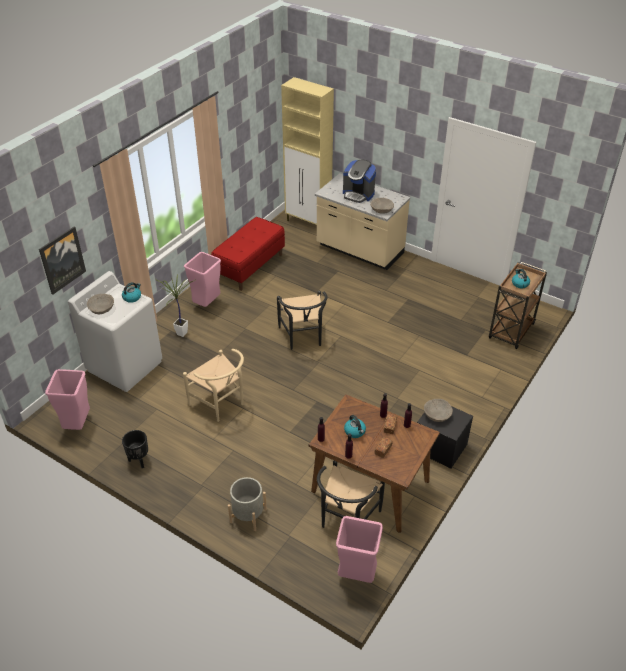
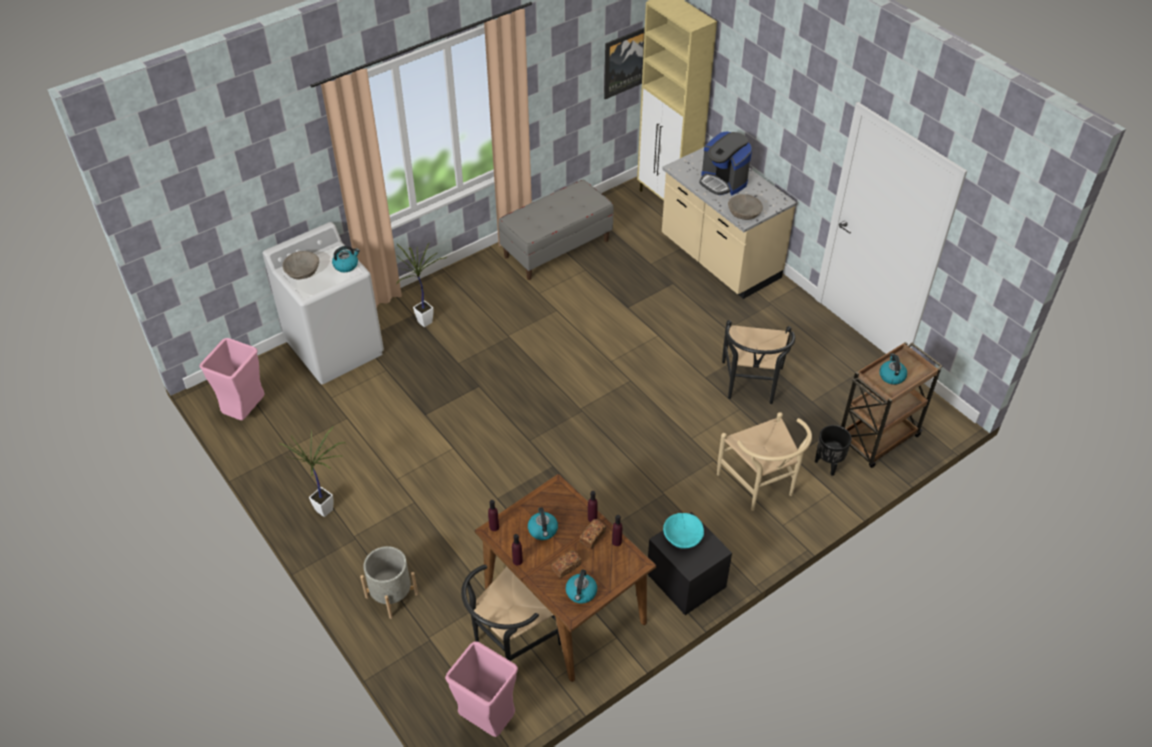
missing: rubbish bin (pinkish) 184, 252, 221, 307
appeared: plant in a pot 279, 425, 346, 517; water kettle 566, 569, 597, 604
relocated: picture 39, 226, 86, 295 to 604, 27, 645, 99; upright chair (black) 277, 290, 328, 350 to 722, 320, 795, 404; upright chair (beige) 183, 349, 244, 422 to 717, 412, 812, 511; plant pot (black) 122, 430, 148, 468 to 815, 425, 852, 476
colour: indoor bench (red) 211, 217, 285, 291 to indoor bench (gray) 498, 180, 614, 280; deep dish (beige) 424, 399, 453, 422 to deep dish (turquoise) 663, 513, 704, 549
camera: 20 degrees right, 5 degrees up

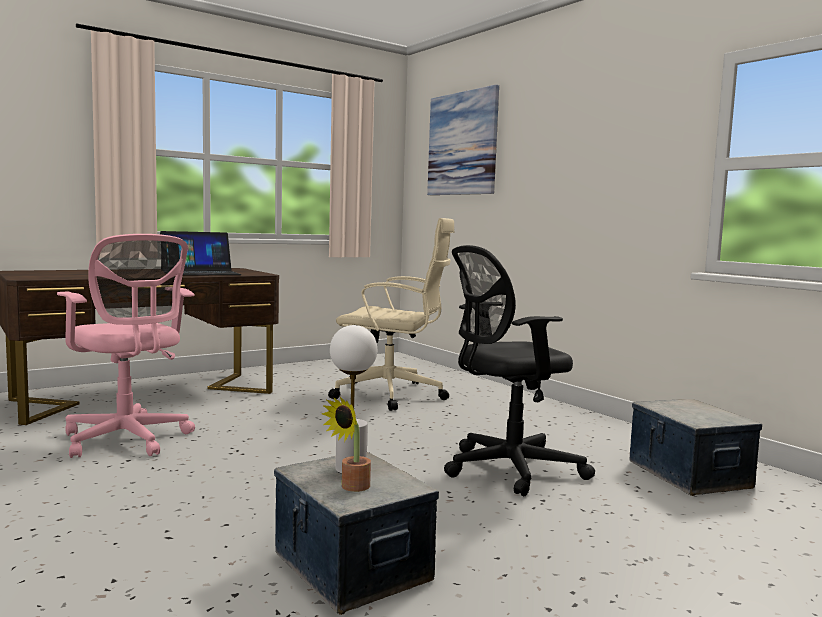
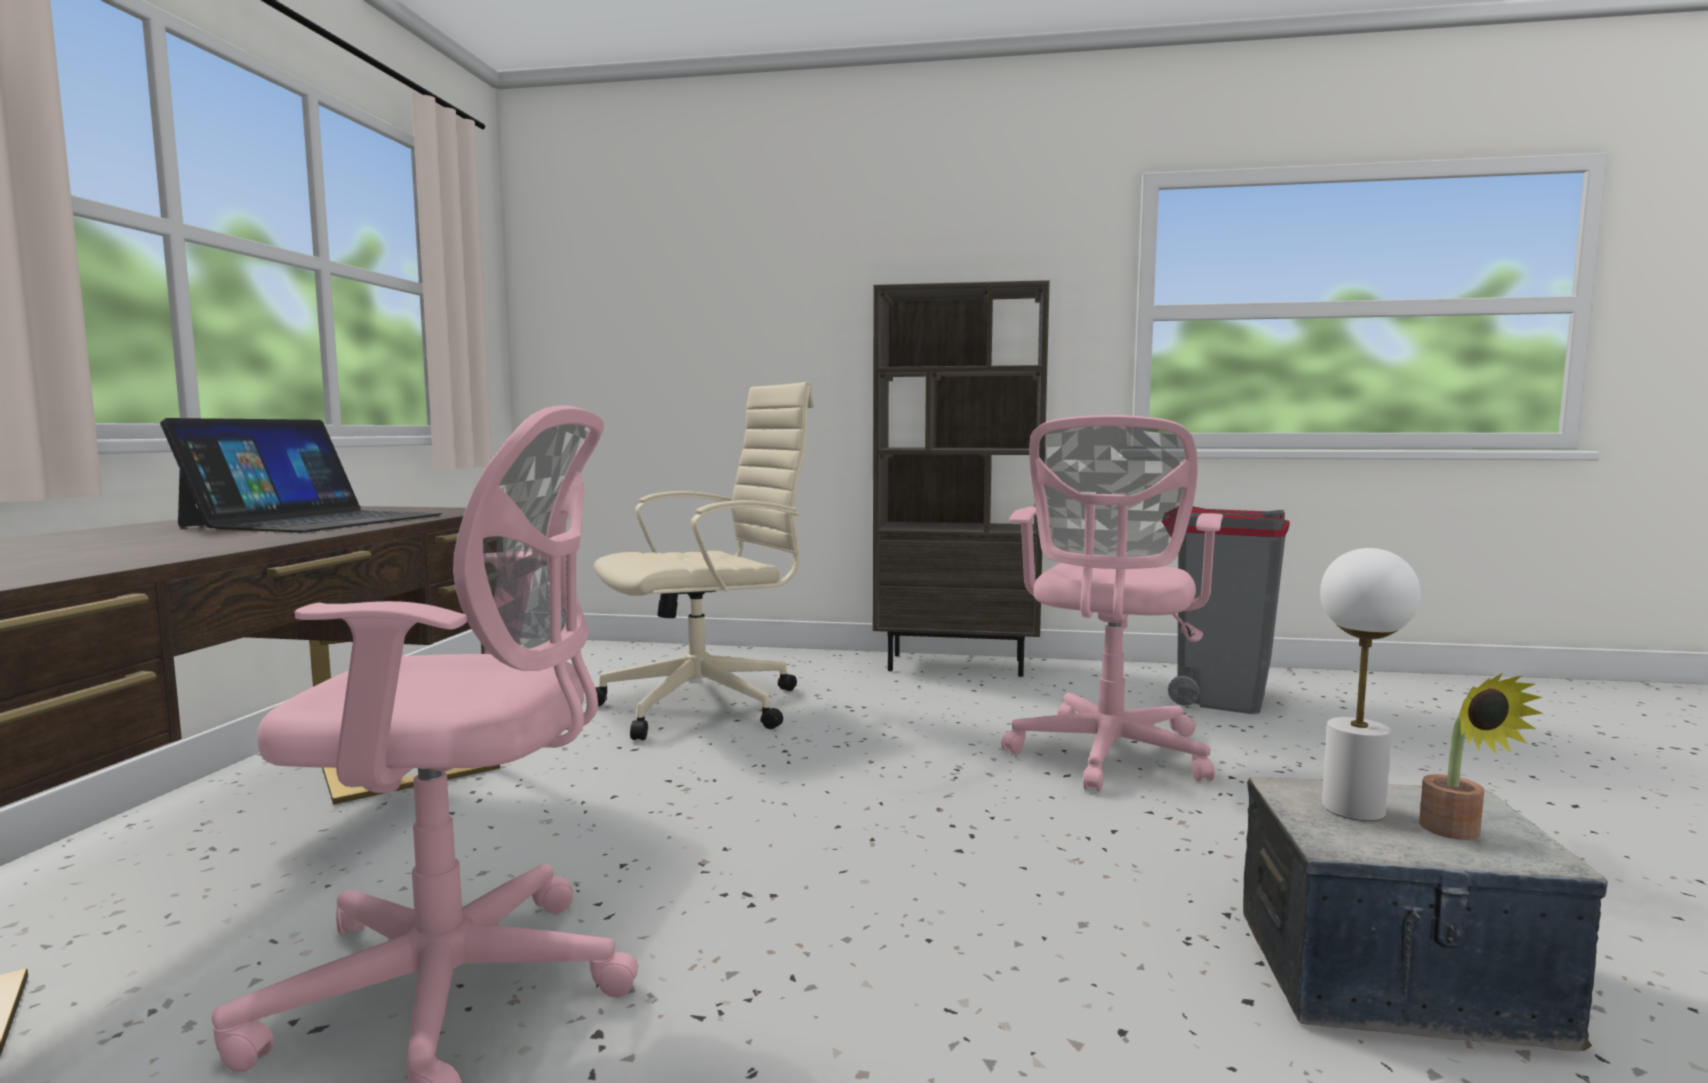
missing: picture 427, 85, 499, 195
appeared: shelving unit (brown-coloured) 873, 280, 1050, 677
exchanged: storage box 630, 399, 762, 496 to rubbish bin (gray) 1162, 507, 1290, 714
colour: office chair (black) 444, 245, 595, 496 to office chair (pinkish) 1002, 415, 1223, 792
camera: 45 degrees left, 0 degrees up

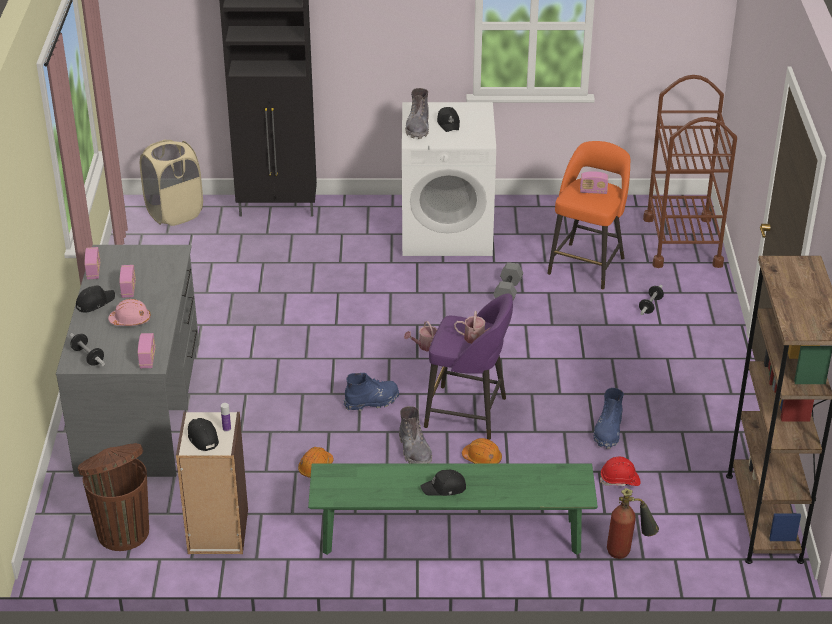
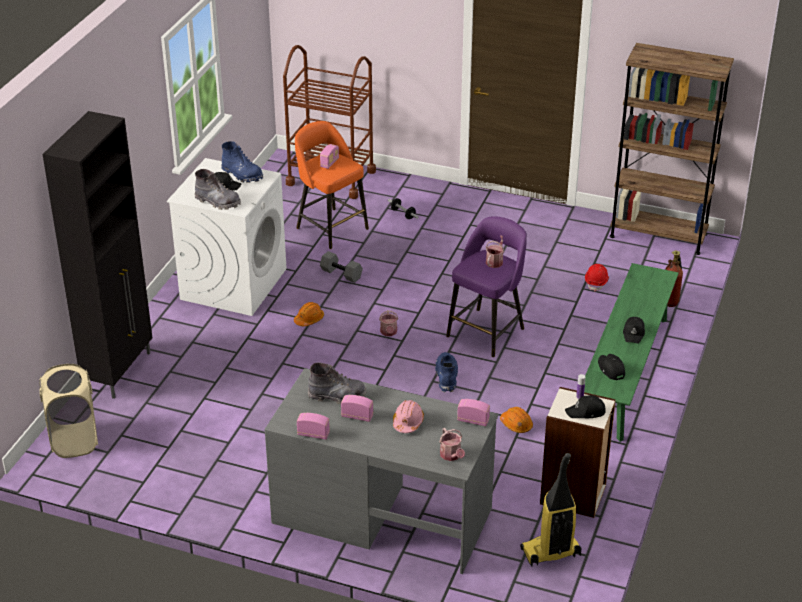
relocated: baseball cap (black) 76, 285, 115, 312 to 598, 354, 625, 380; boot (blue-coloured) 593, 388, 624, 449 to 221, 141, 263, 183; boot (gray) 399, 406, 432, 464 to 308, 362, 366, 404; hard hat (orange) 462, 438, 502, 464 to 294, 302, 324, 326
exchanged: dumbbell 70, 333, 105, 366 to watering pot 439, 428, 465, 461; rubbish bin (brown-coloured) 78, 443, 149, 551 to vacuum cleaner 520, 453, 581, 567
camera: 70 degrees left, 0 degrees up

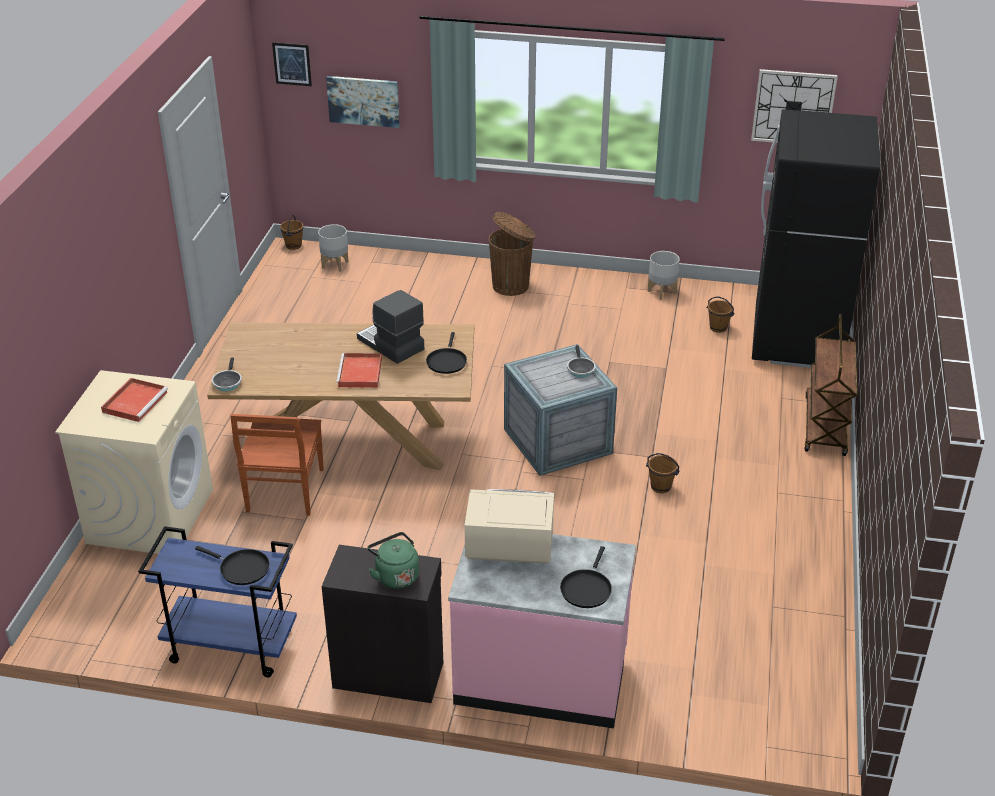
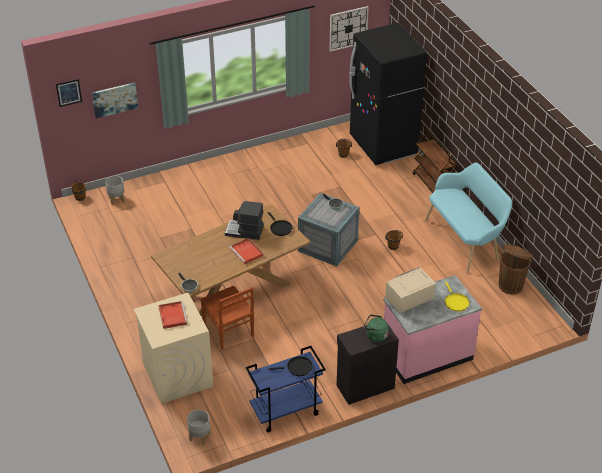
appeared: indoor bench (turquoise) 425, 162, 512, 274
relocated: rubbish bin (brown-coloured) 489, 212, 535, 296 to 499, 244, 533, 294; plant pot (gray) 647, 251, 680, 300 to 187, 410, 210, 445
colour: pan (black) 560, 546, 612, 608 to pan (yellowish) 445, 282, 469, 311
camera: 35 degrees left, 5 degrees up

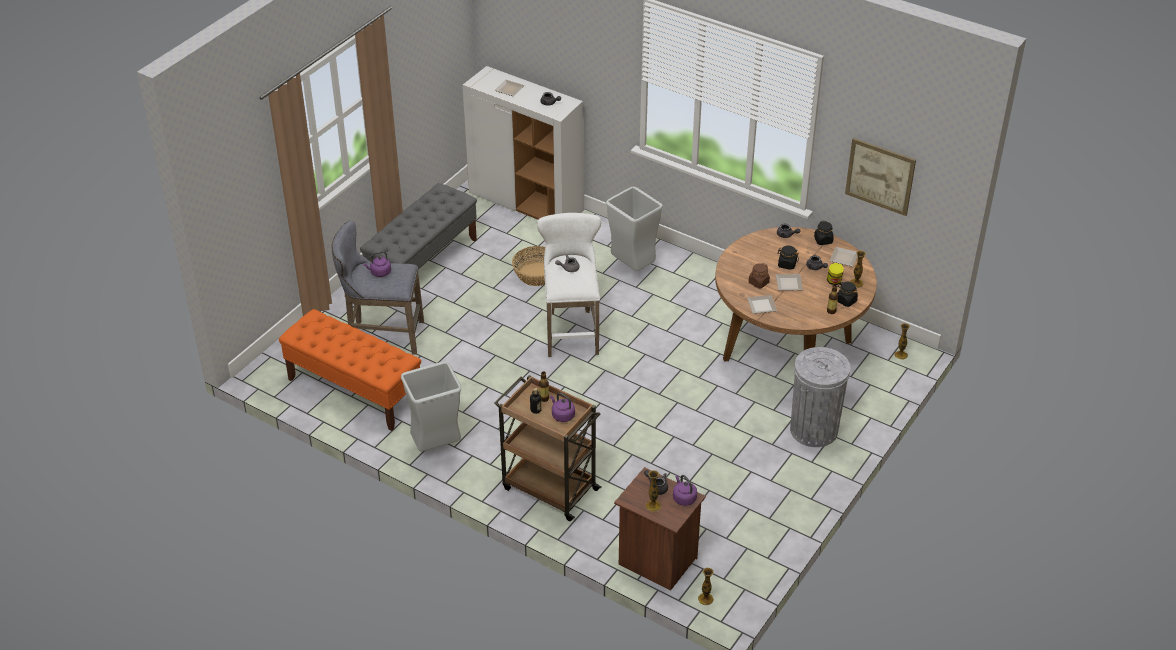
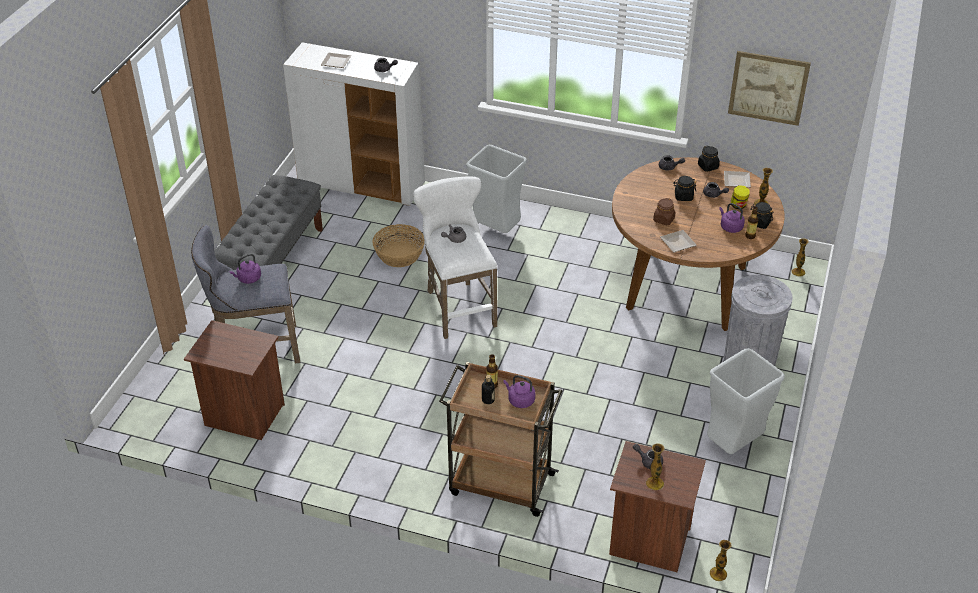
missing: dinner plate 776, 274, 803, 291
relocated: rubbish bin (gray) 401, 361, 461, 451 to 707, 348, 785, 454; water kettle (purplish) 673, 475, 697, 506 to 719, 203, 745, 233
exchanged: indoor bench (orange) 279, 309, 421, 431 to night table (brown-coloured) 184, 320, 285, 440
camera: 15 degrees left, 0 degrees up

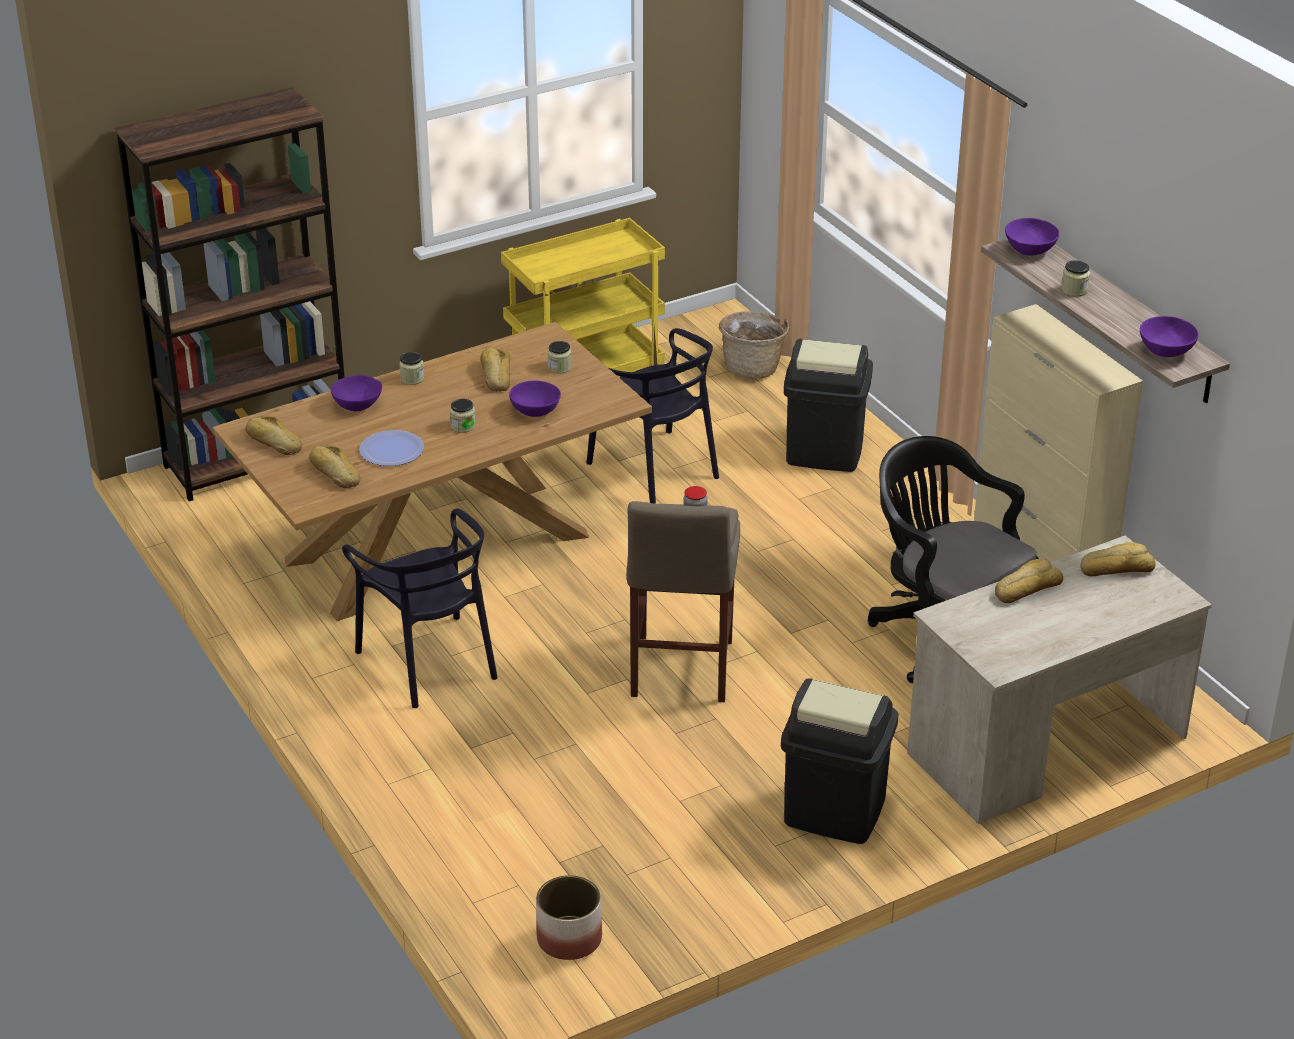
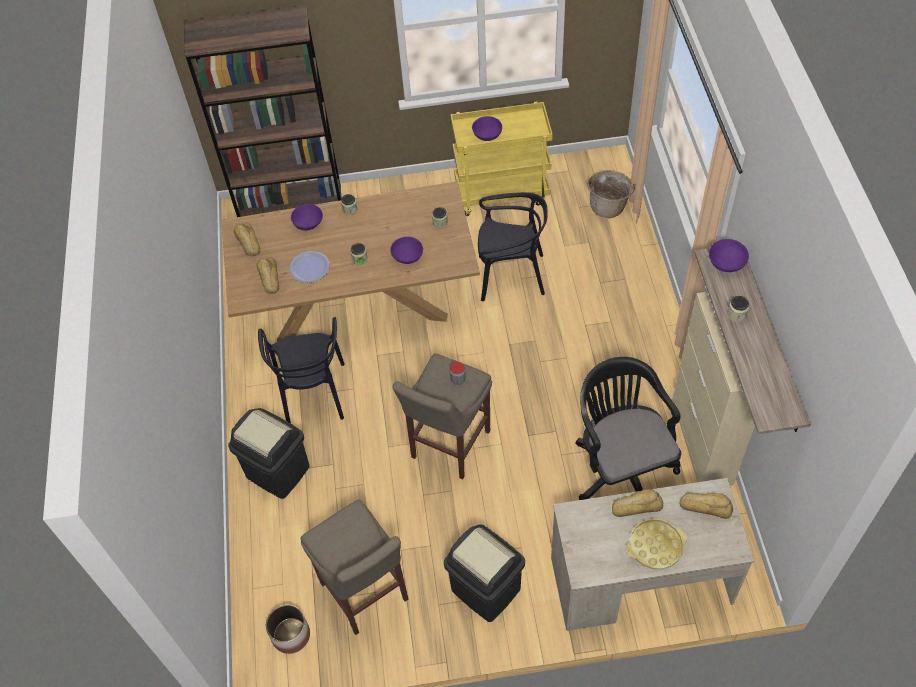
missing: baked bread 481, 348, 510, 391
appeared: stool (beige) 301, 499, 408, 635; serving tray (yellowish) 625, 519, 687, 570
relocated: deep dish (purplish) 1140, 316, 1199, 357 to 472, 116, 502, 141; rubbish bin (black) 784, 339, 873, 472 to 228, 408, 310, 499
spun: upright chair (black) 586, 328, 719, 504 = 478, 192, 548, 301 75 degrees counterclockwise
camera: 25 degrees right, 20 degrees up

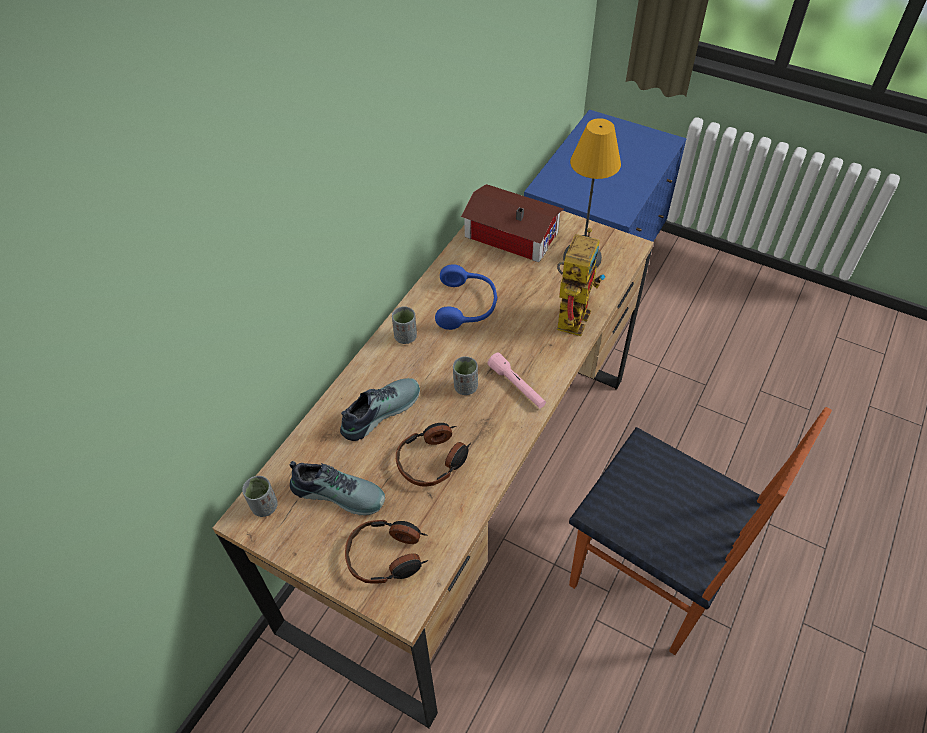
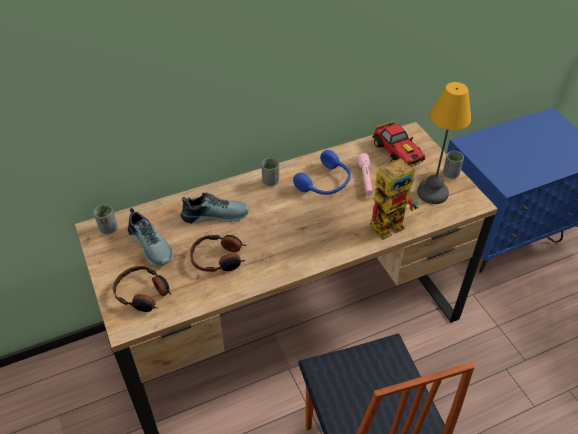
relocated: flashlight (pinkish) 487, 353, 546, 408 to 357, 153, 373, 195; drinking cup (gray) 453, 356, 478, 395 to 443, 151, 464, 179
exchanged: miniature house 461, 184, 563, 262 to toy car 372, 121, 425, 167
camera: 35 degrees right, 5 degrees down

